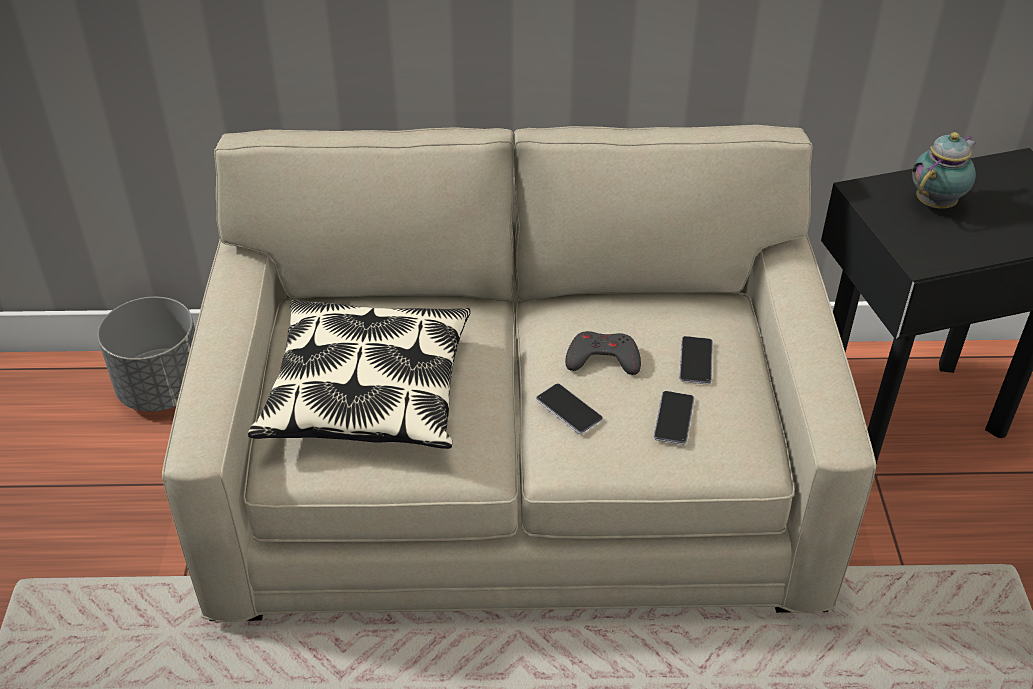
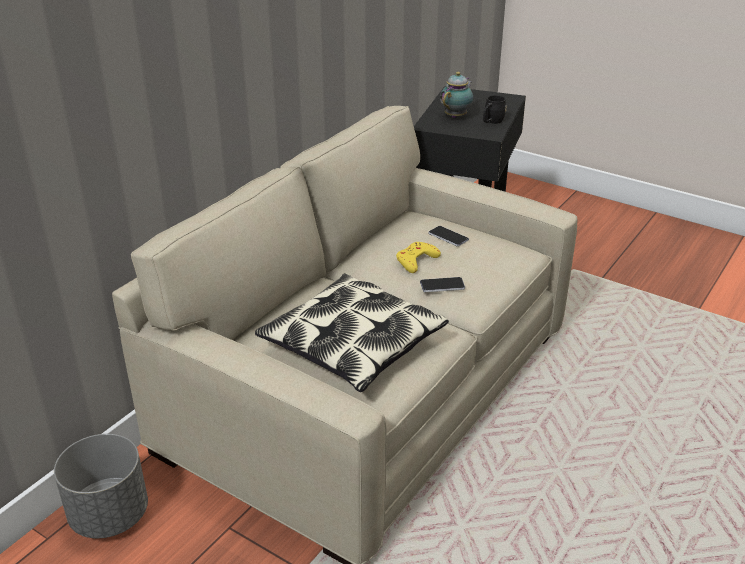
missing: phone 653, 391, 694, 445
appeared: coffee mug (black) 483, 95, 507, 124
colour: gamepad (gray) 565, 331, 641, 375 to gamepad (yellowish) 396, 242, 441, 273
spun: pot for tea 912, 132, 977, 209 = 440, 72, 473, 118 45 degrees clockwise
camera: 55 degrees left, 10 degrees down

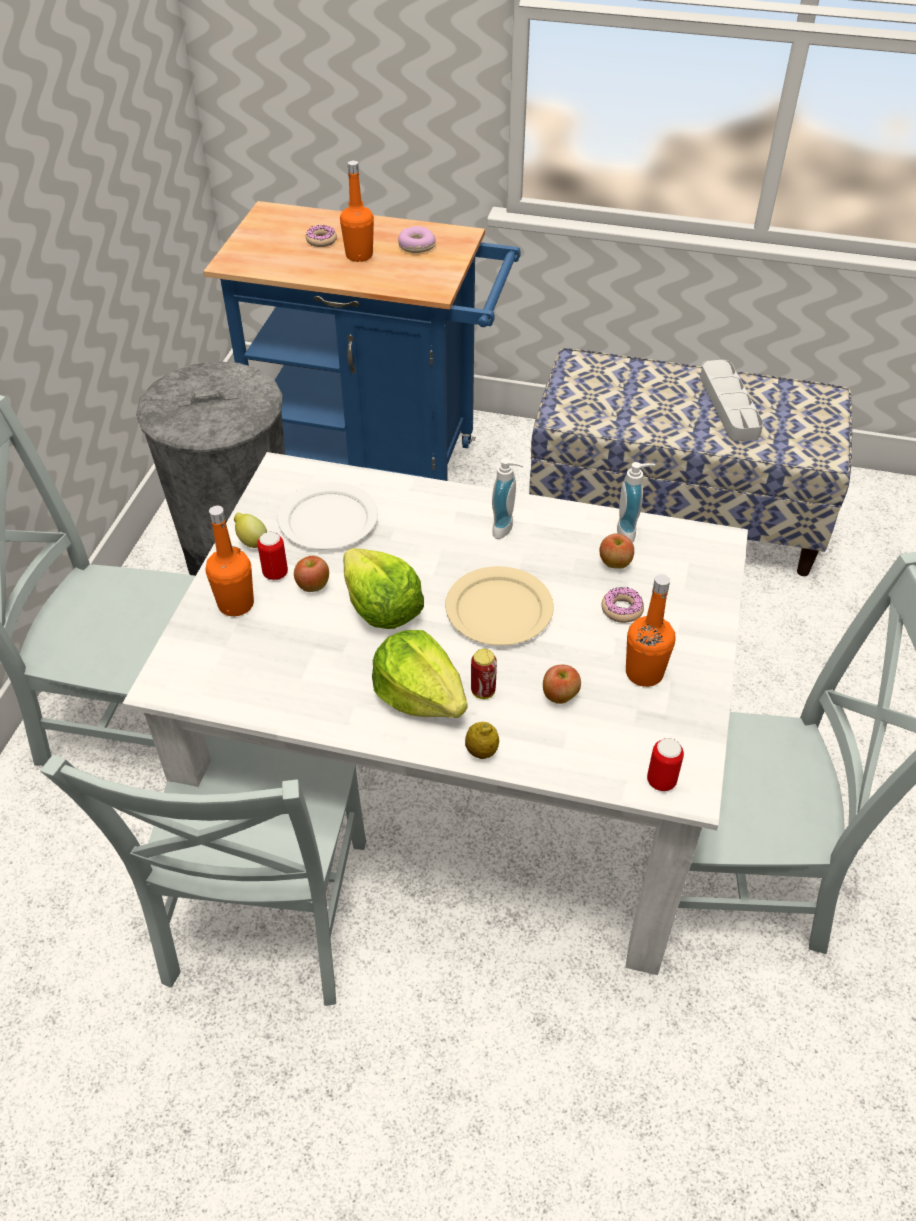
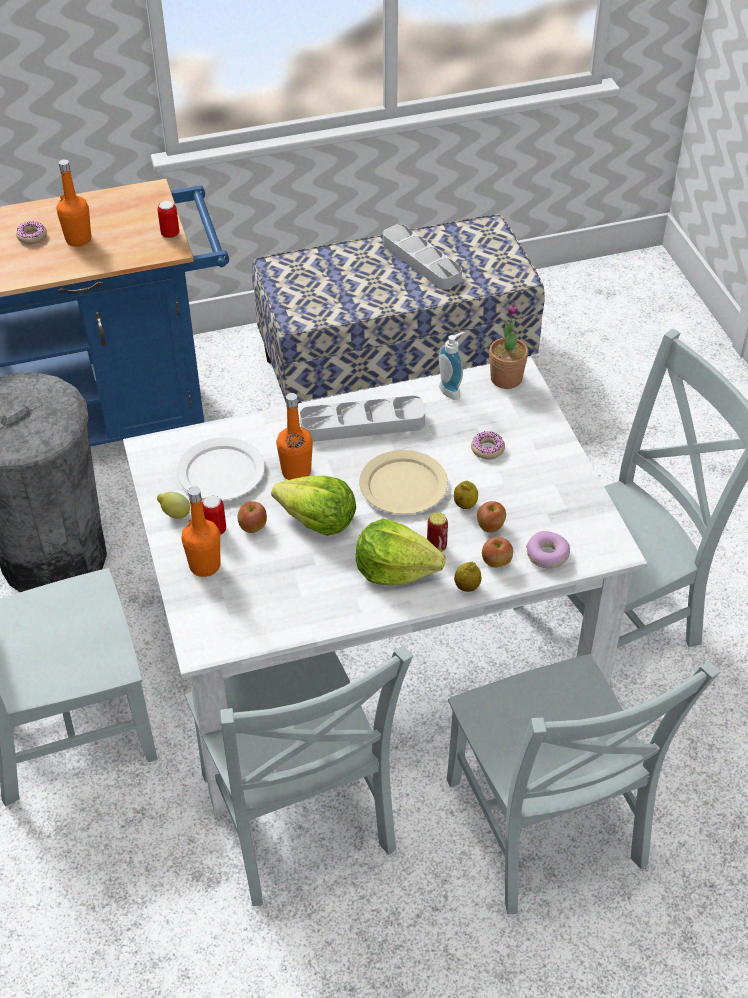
appeared: plant in a pot 489, 302, 528, 389; citrus fruit 454, 481, 478, 509; upright chair (gray) 447, 654, 721, 914
relocated: ring doughnut 398, 226, 436, 253 to 526, 531, 570, 568; apple 600, 533, 634, 569 to 482, 537, 513, 568; bottle (orange) 626, 574, 675, 687 to 276, 393, 313, 480; sealed can 647, 738, 684, 791 to 157, 201, 179, 238
exchanged: liquid soap bottle 492, 458, 524, 539 to serving tray (gray) 300, 395, 425, 442
camera: 30 degrees left, 0 degrees up

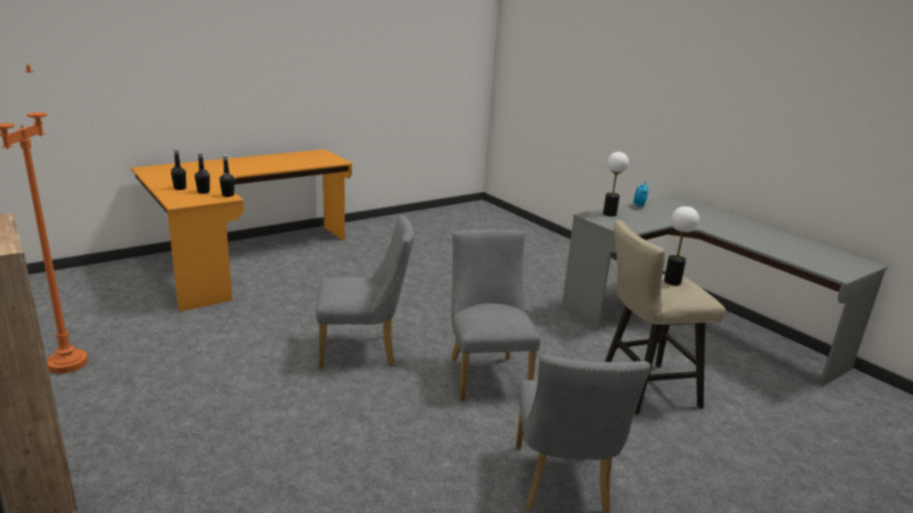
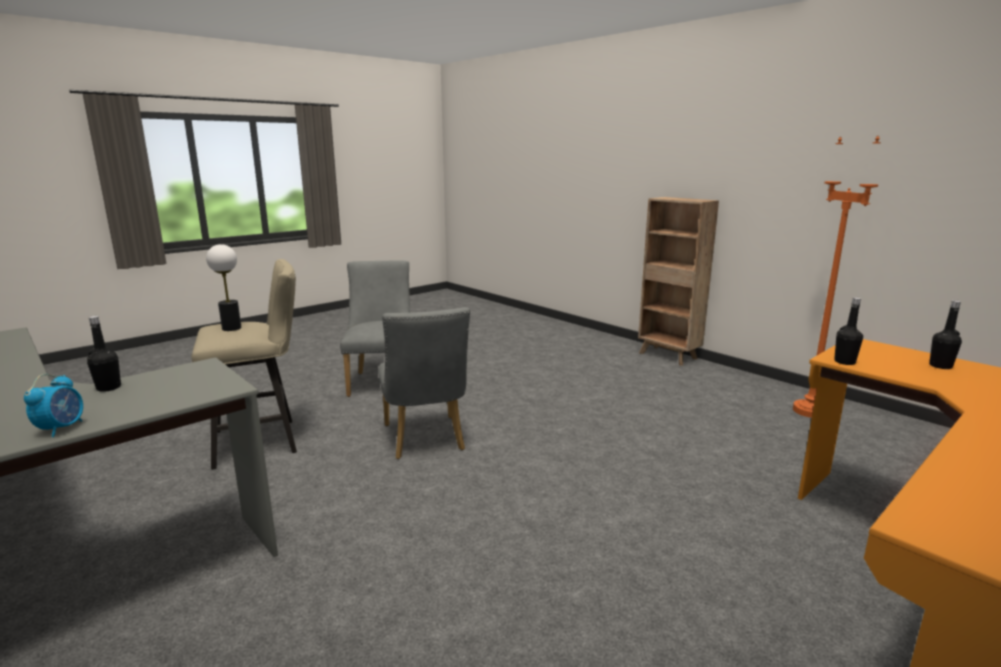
missing: lamp for a table 603, 152, 629, 217; upright chair (gray) 316, 215, 414, 368
relocated: bottle (black) 195, 152, 210, 194 to 87, 316, 121, 392
camera: 175 degrees right, 5 degrees down

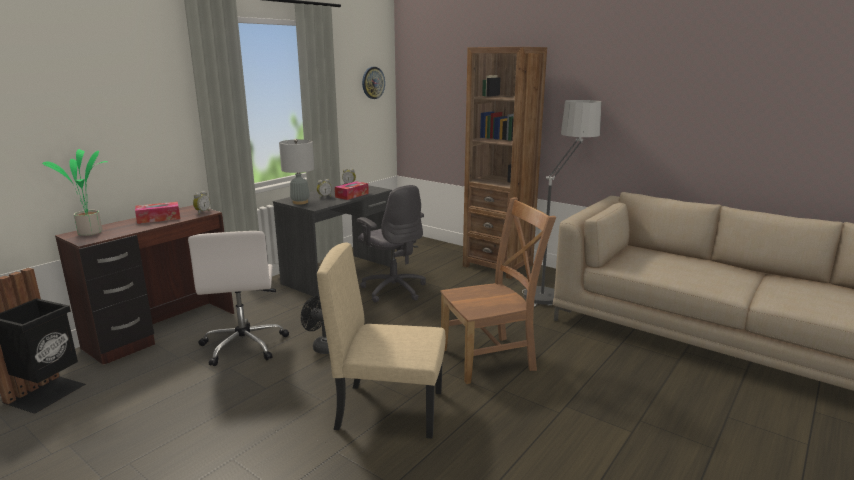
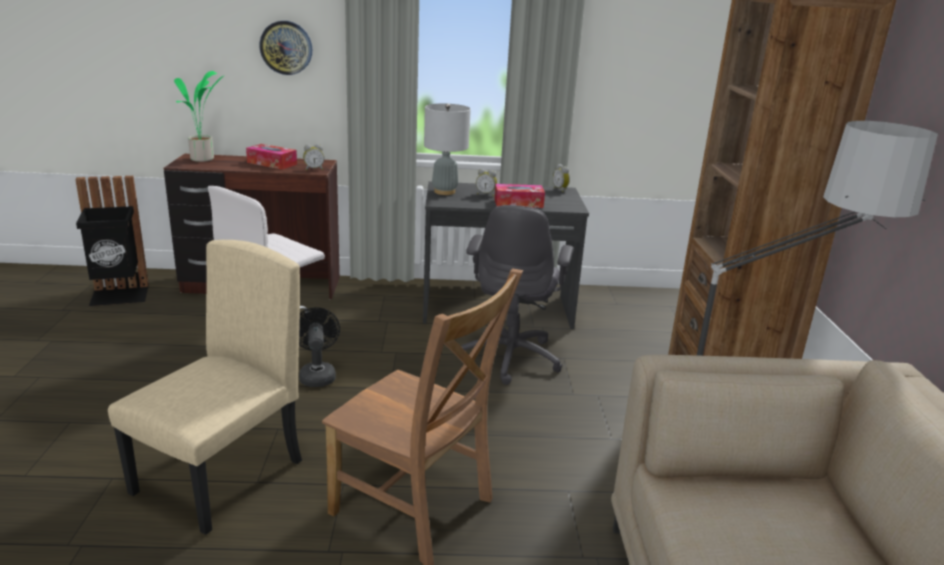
relocated: clock on the wall 362, 67, 385, 99 to 259, 21, 312, 75
spun: upright chair (beige) 317, 242, 446, 439 = 108, 240, 302, 535 60 degrees clockwise
camera: 50 degrees right, 5 degrees up

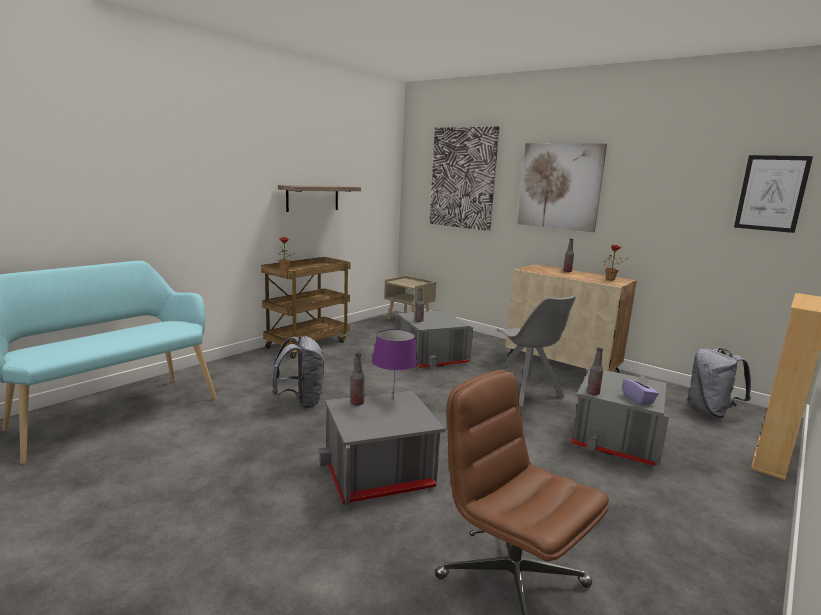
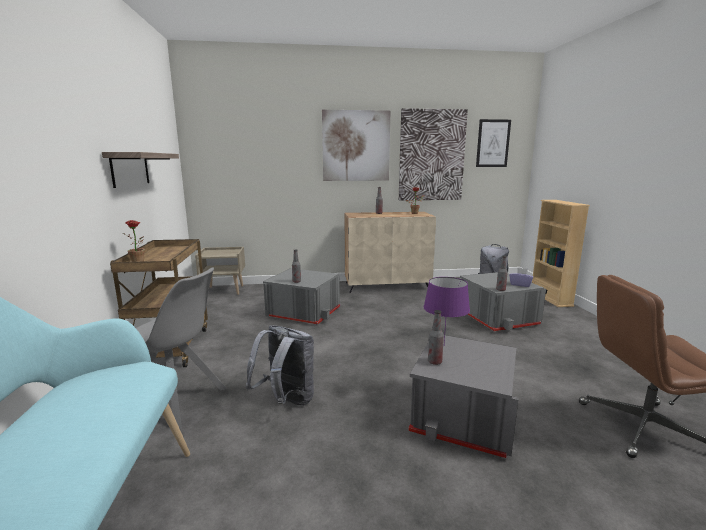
relocated: picture 430, 126, 499, 231 to 399, 108, 468, 201; upright chair (gray) 497, 296, 576, 406 to 136, 267, 227, 429
camera: 45 degrees left, 0 degrees up

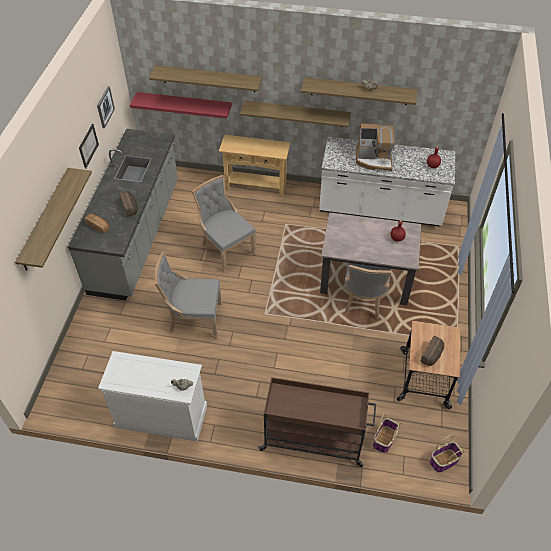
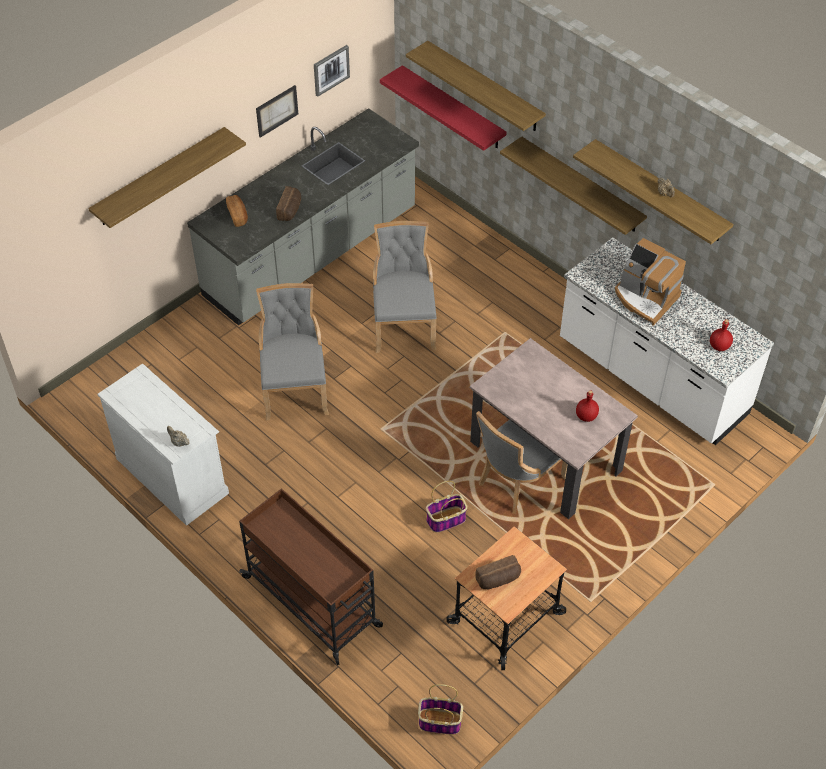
missing: narrow table (beige) 219, 135, 291, 197
relocated: storage basket 373, 413, 401, 453 to 426, 481, 467, 533
spun: upright chair (gray) 155, 252, 222, 339 = 256, 283, 329, 421 45 degrees clockwise
camera: 35 degrees right, 0 degrees up

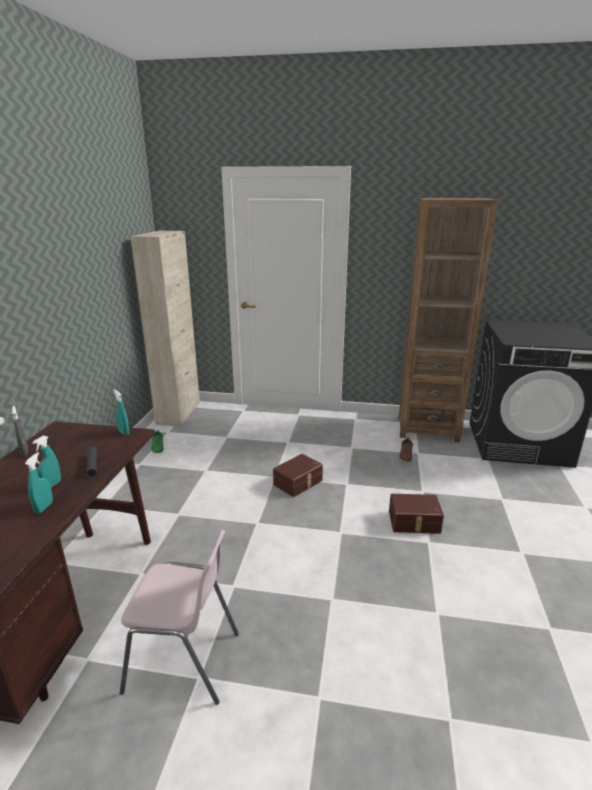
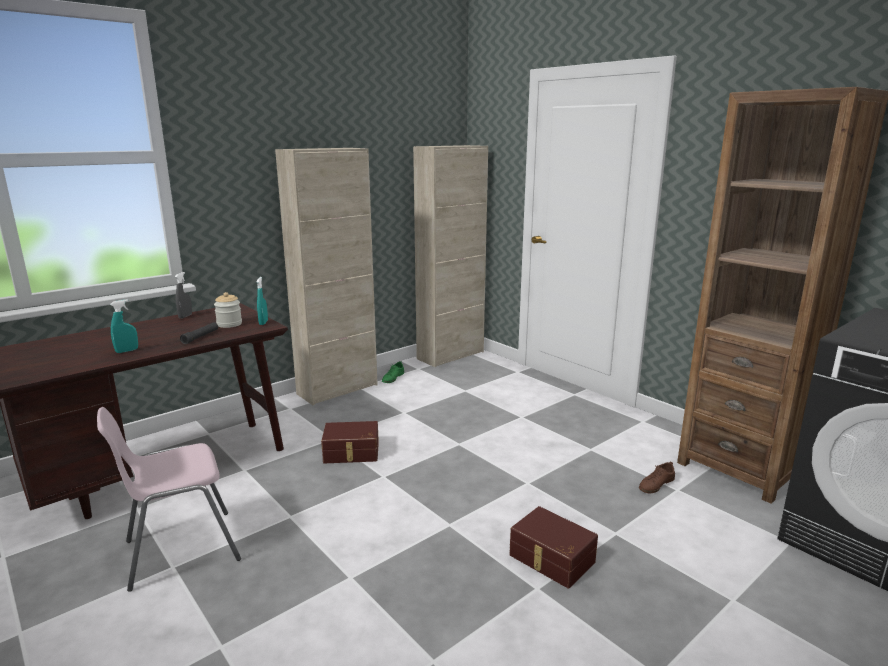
missing: spray bottle (turquoise) 32, 436, 61, 487
appeared: cupboard (beige) 275, 148, 378, 405; storage jar 214, 292, 242, 328
relocated: storage box (brown-coloured) 273, 454, 323, 497 to 321, 421, 379, 464
spun: upright chair (pinkish) 120, 530, 239, 705 = 97, 407, 241, 592 105 degrees clockwise
camera: 40 degrees right, 5 degrees down

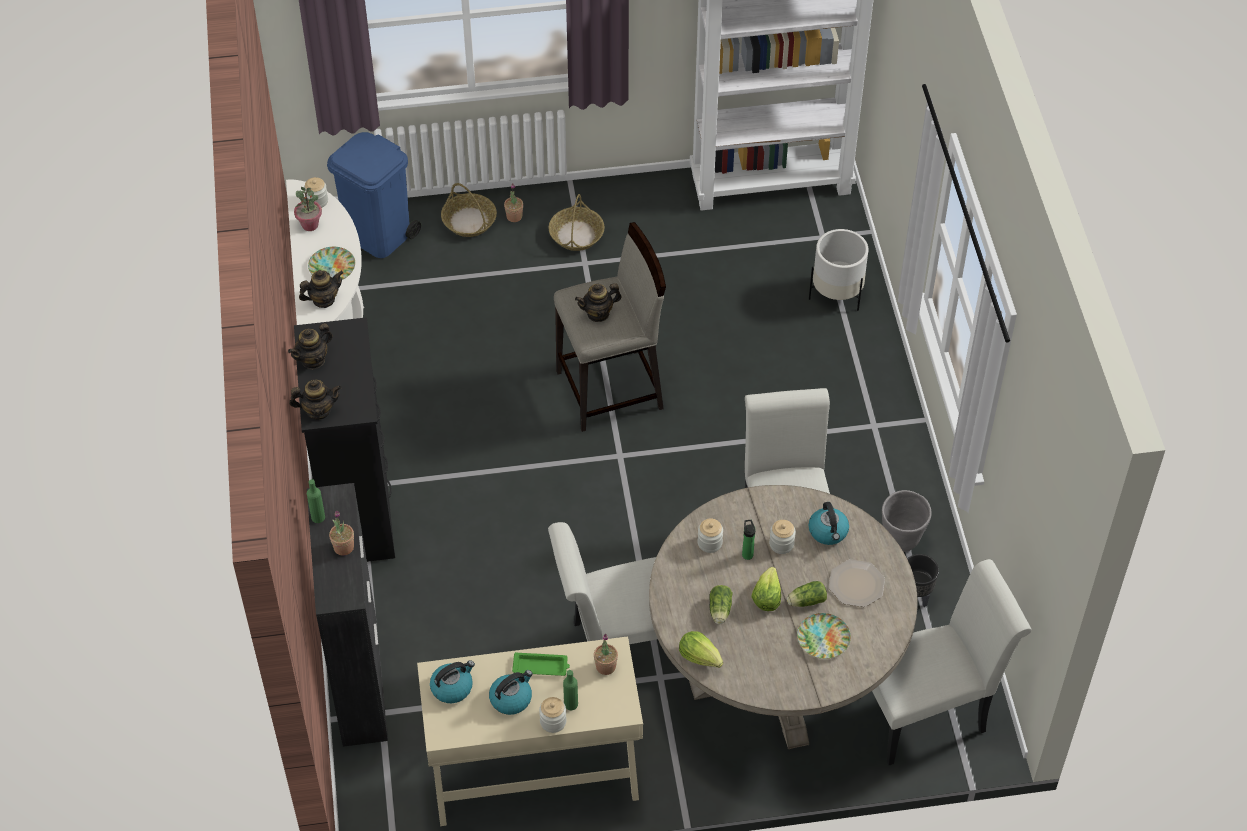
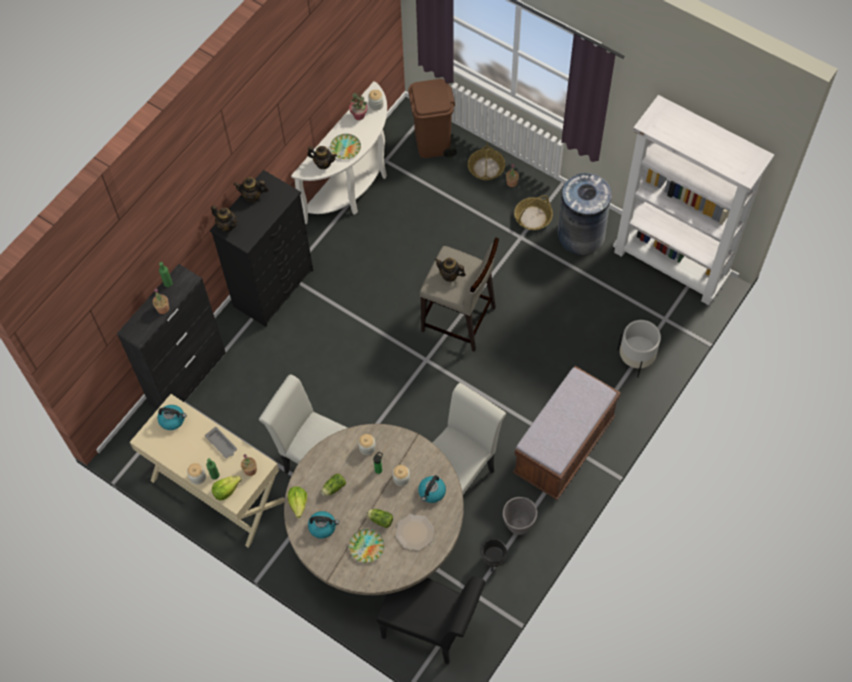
appeared: rubbish bin (gray) 558, 173, 612, 255; indoor bench (brown-coloured) 513, 366, 621, 500
relocated: lettuce head 751, 567, 781, 611 to 212, 476, 242, 501; water kettle 489, 670, 533, 715 to 308, 511, 339, 539
colour: rubbish bin (blue-coloured) 327, 132, 421, 258 to rubbish bin (brown-coloured) 408, 79, 457, 158; upright chair (white-coloured) 860, 559, 1032, 765 to upright chair (black) 376, 576, 486, 664; serving tray (greenish) 512, 652, 570, 676 to serving tray (gray) 205, 427, 237, 458
camera: 45 degrees right, 10 degrees up

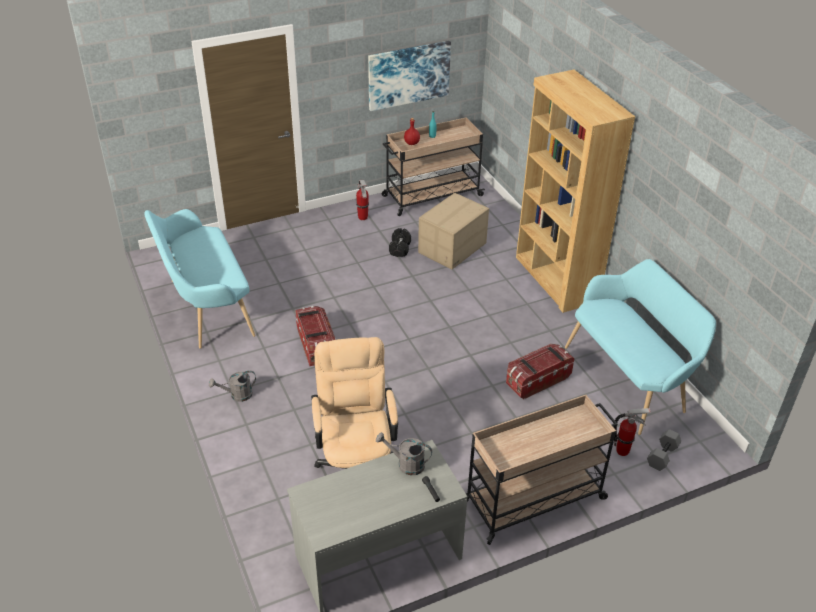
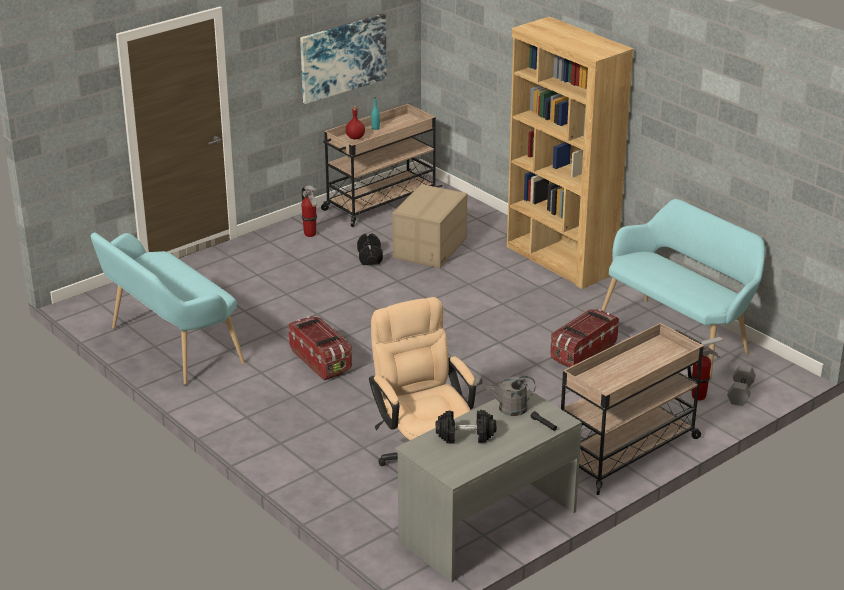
missing: watering pot (gray) 209, 370, 256, 402
appeared: dumbbell (black) 436, 410, 496, 443
camera: 15 degrees left, 10 degrees down

